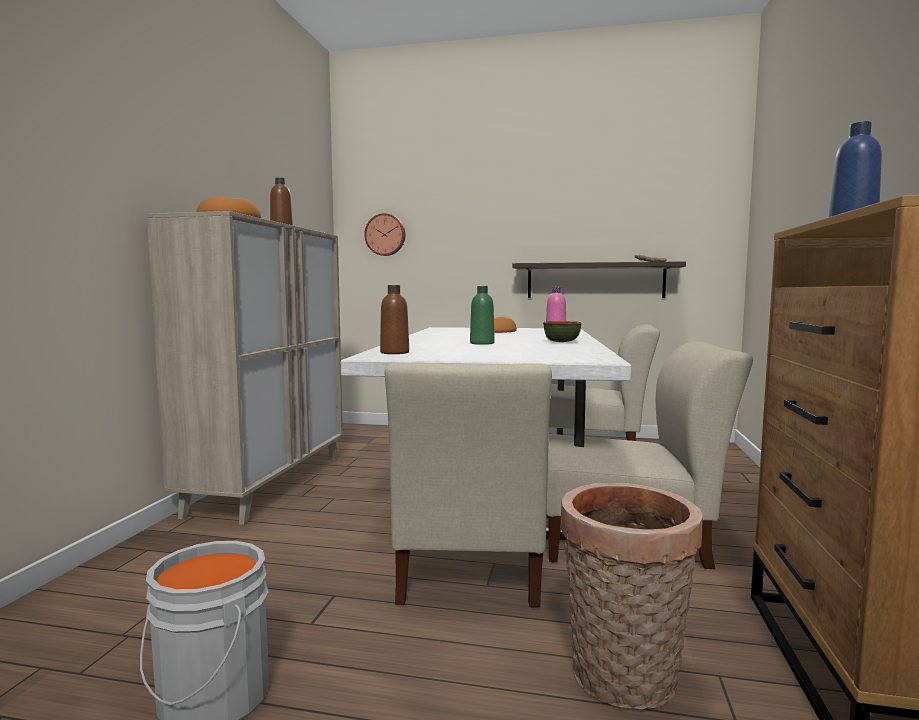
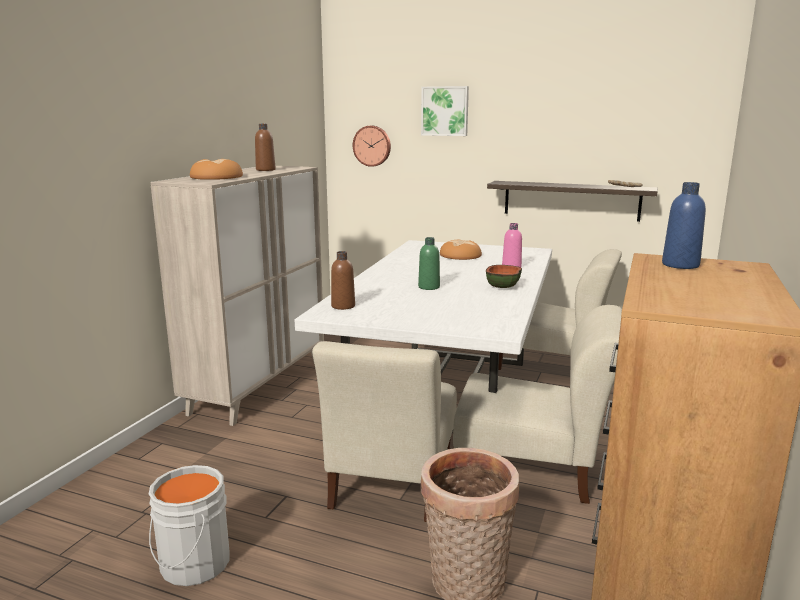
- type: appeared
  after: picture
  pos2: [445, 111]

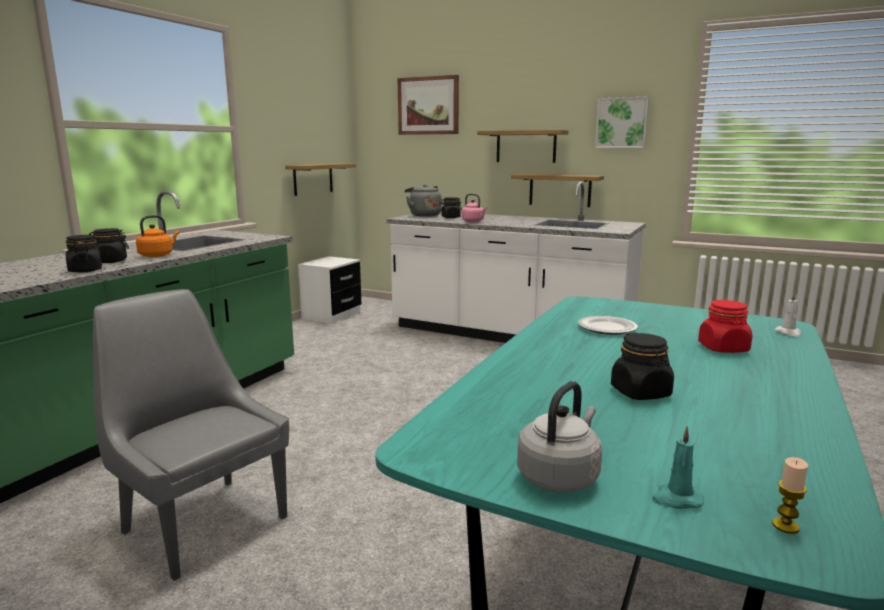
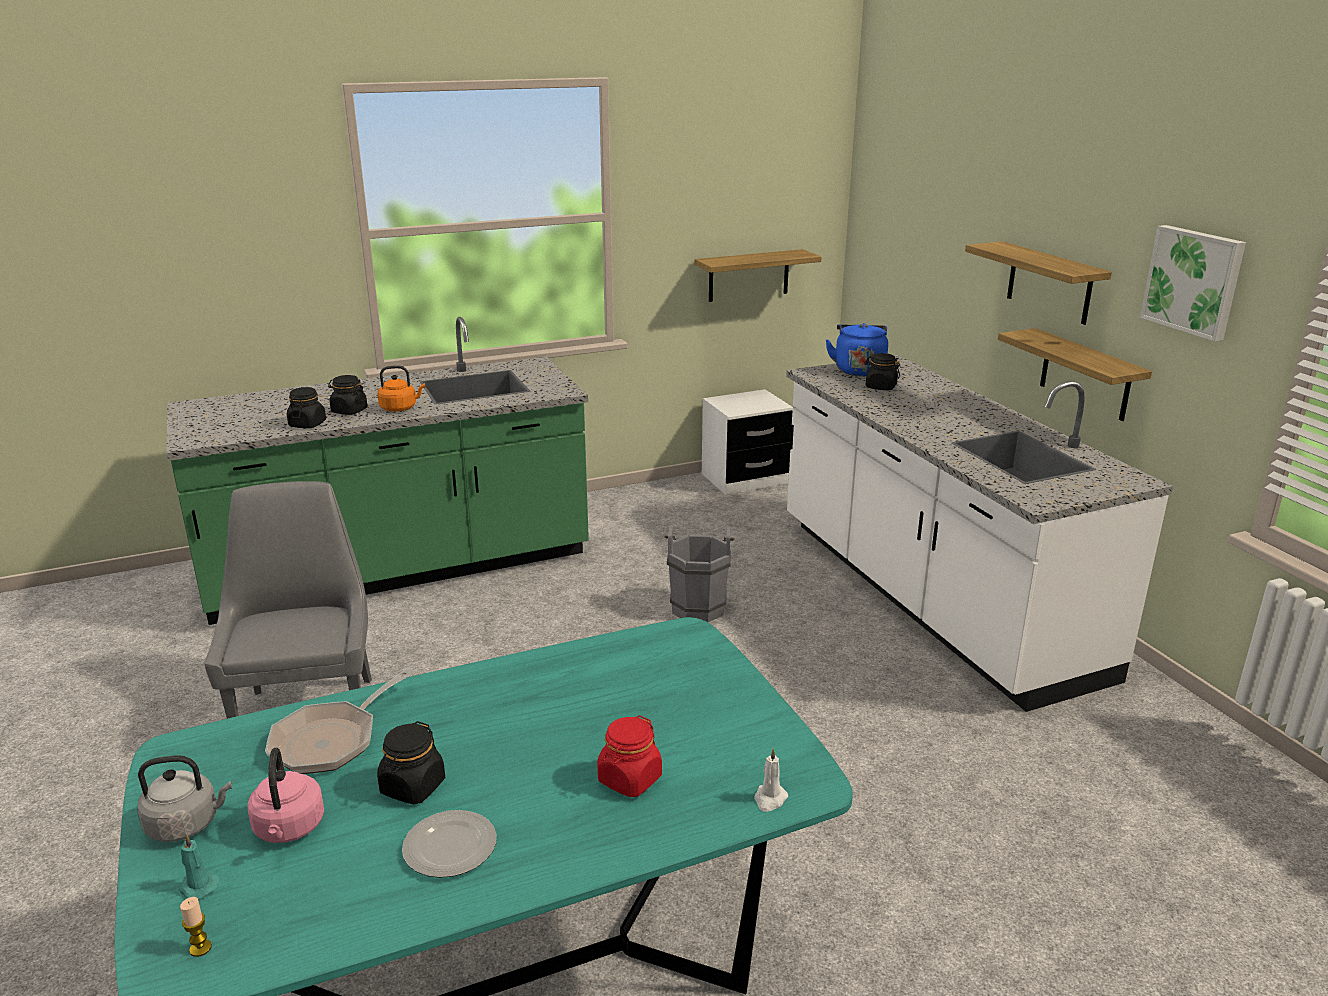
- type: relocated
  before: kettle/pink
  pos1: [474, 221]
  pos2: [289, 829]
- type: appeared
  after: frying pan
  pos2: [331, 740]
- type: relocated
  before: plate
  pos1: [606, 328]
  pos2: [449, 848]
- type: appeared
  after: bucket/grey
  pos2: [698, 606]
- type: colour
  before: kettle/grey
  after: kettle/blue
  pos1: [423, 215]
  pos2: [858, 370]
- type: missing
  before: picture
  pos1: [428, 105]

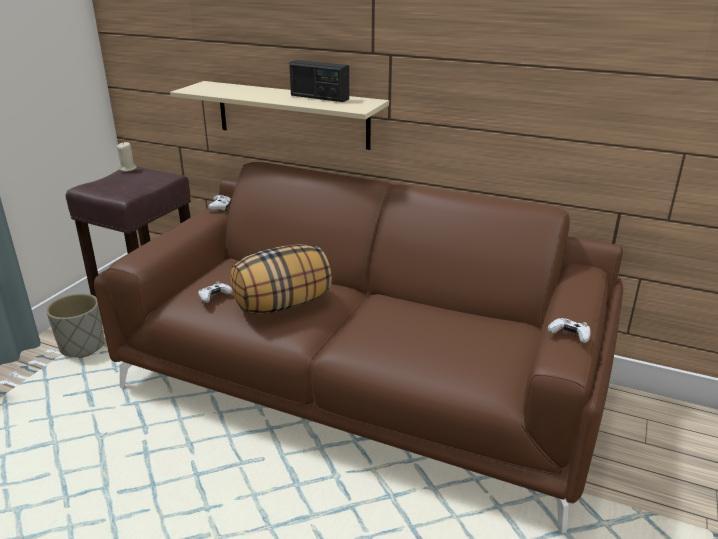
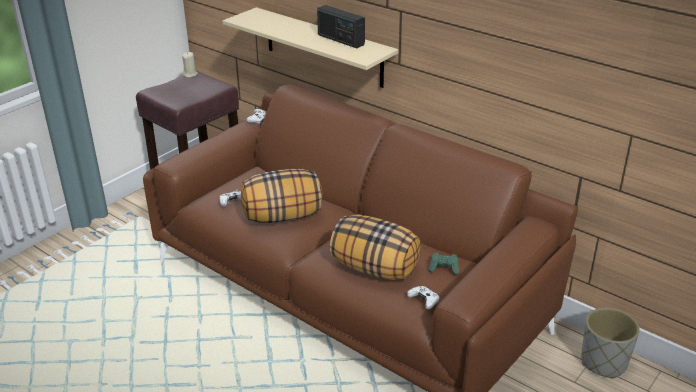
- type: appeared
  after: pillow
  pos2: [375, 268]
- type: relocated
  before: game controller/white
  pos1: [569, 335]
  pos2: [424, 301]
- type: appeared
  after: game controller/green
  pos2: [444, 268]
- type: relocated
  before: planter/grey
  pos1: [83, 346]
  pos2: [604, 362]

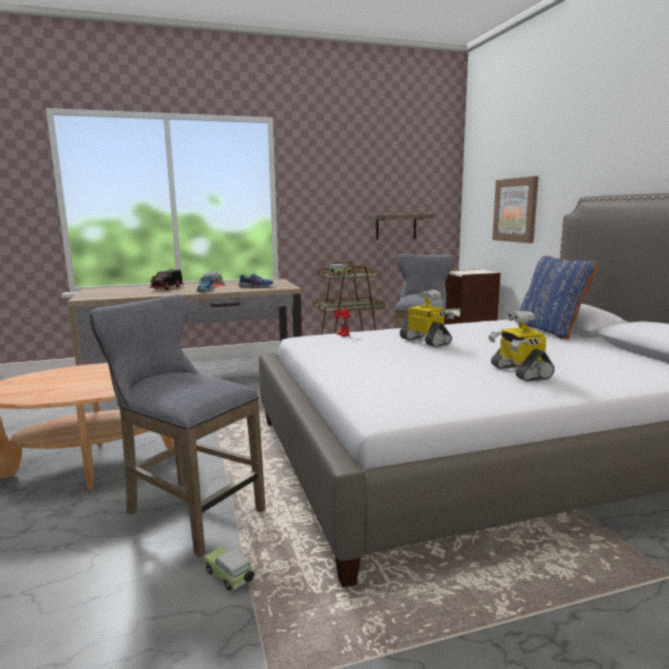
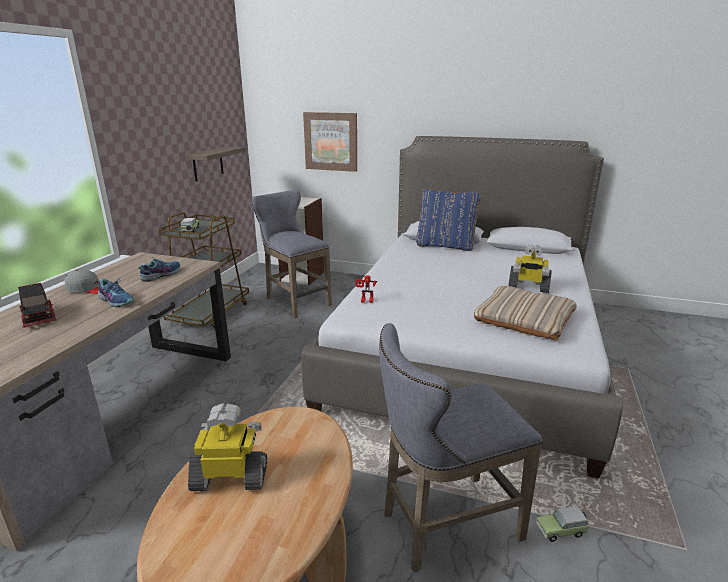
- type: relocated
  before: toy robot
  pos1: [426, 341]
  pos2: [231, 477]
- type: appeared
  after: pillow/beige
  pos2: [524, 318]

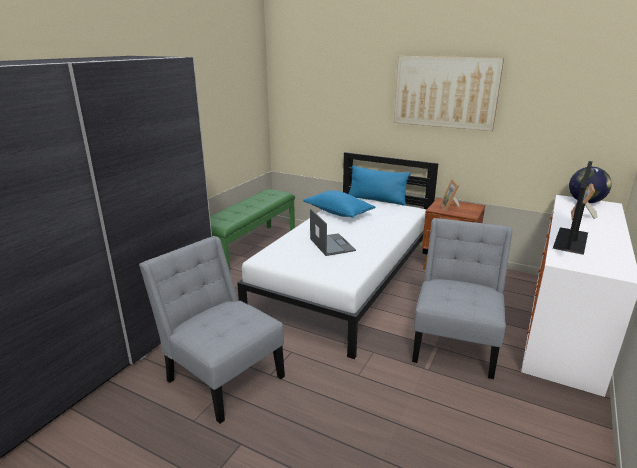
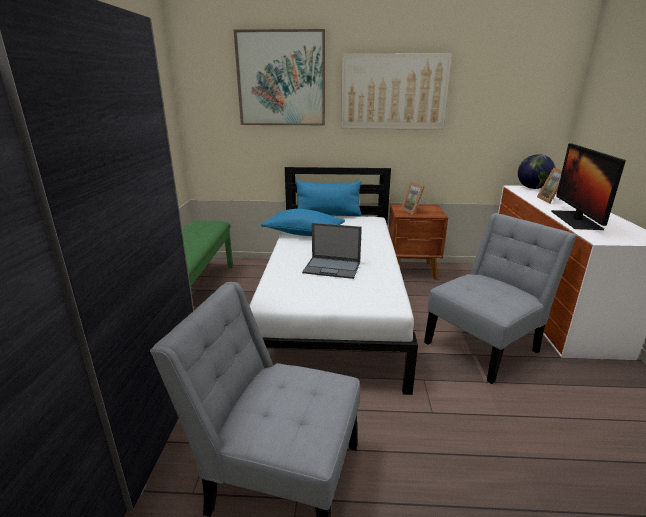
- type: appeared
  after: picture
  pos2: [281, 79]
- type: spun
  before: laptop
  pos1: [331, 244]
  pos2: [332, 268]
  turn: 150
- type: spun
  before: chair/grey
  pos1: [455, 342]
  pos2: [485, 345]
  turn: 60

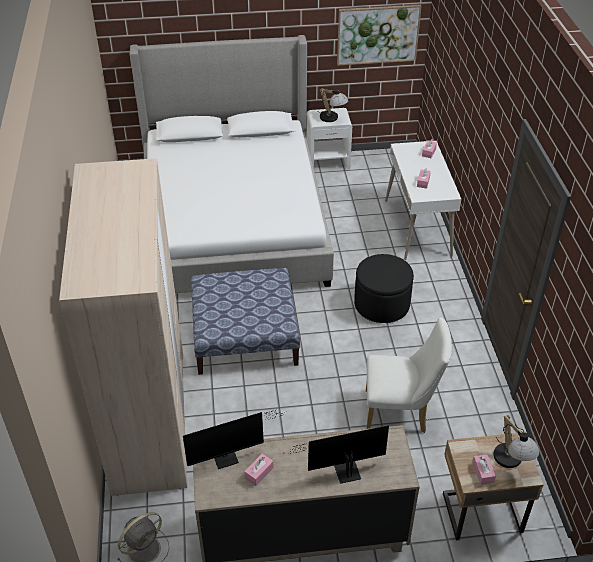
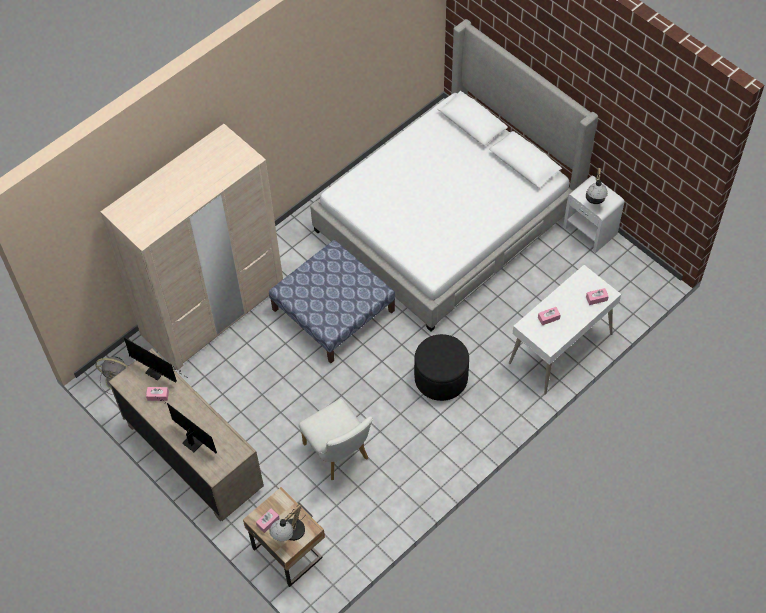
- type: missing
  before: picture
  pos1: [378, 34]

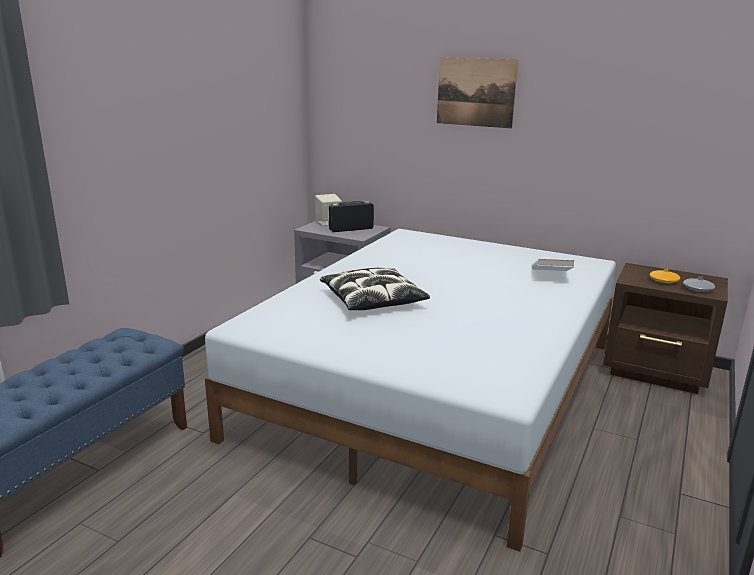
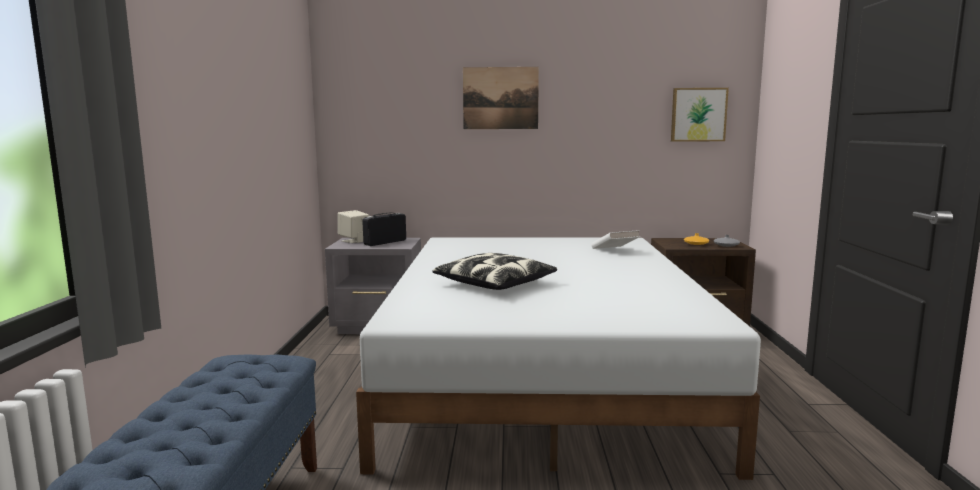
- type: appeared
  after: picture
  pos2: [698, 114]

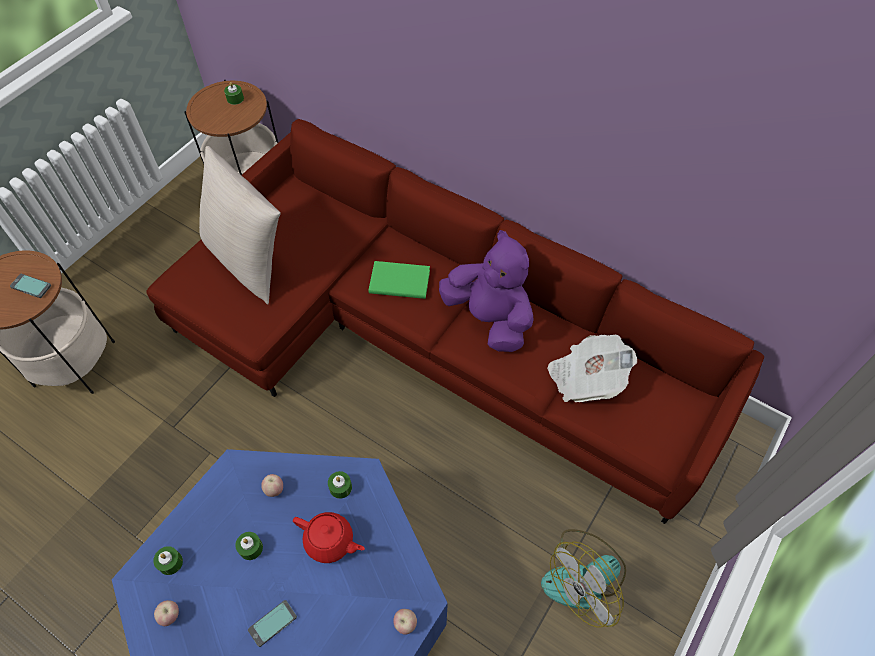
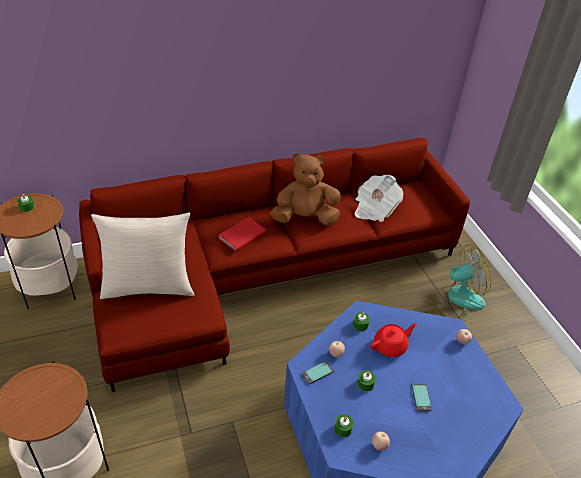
- type: colour
  before: book/green
  after: book/red
  pos1: [399, 280]
  pos2: [241, 235]
- type: colour
  before: plush toy/purple
  after: plush toy/brown
  pos1: [489, 318]
  pos2: [305, 218]
- type: relocated
  before: phone
  pos1: [31, 286]
  pos2: [317, 373]
- type: spun
  before: fan
  pos1: [585, 578]
  pos2: [457, 300]
  turn: -105

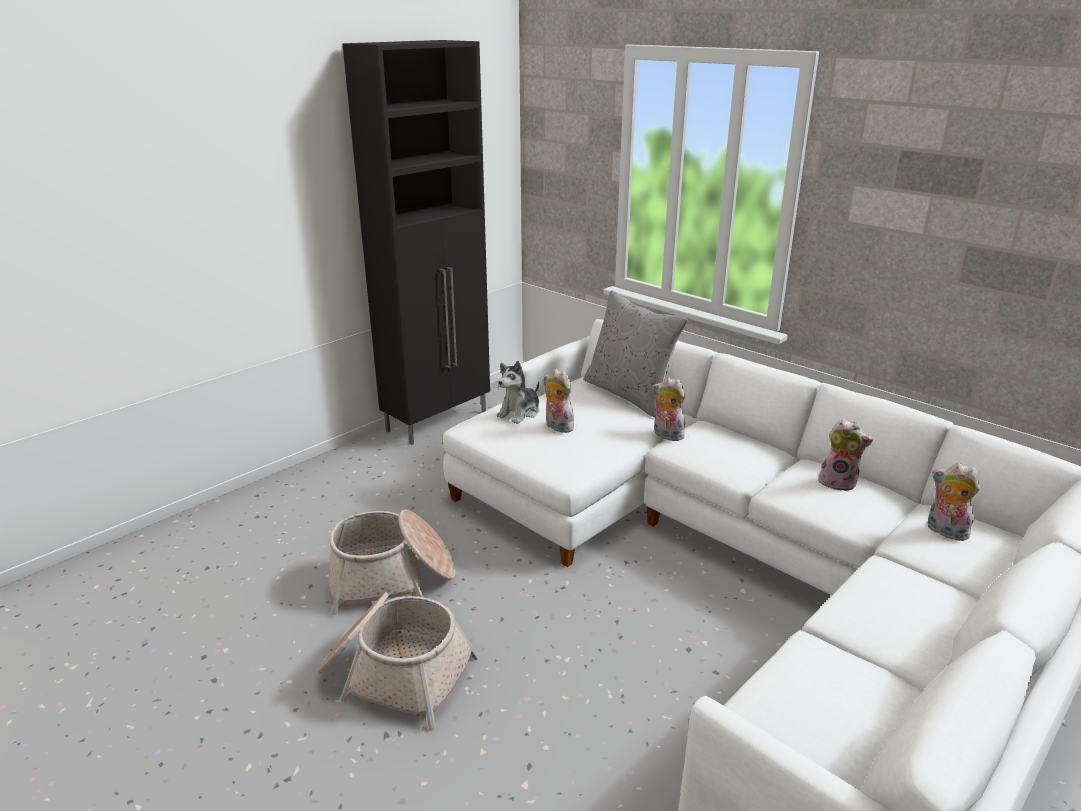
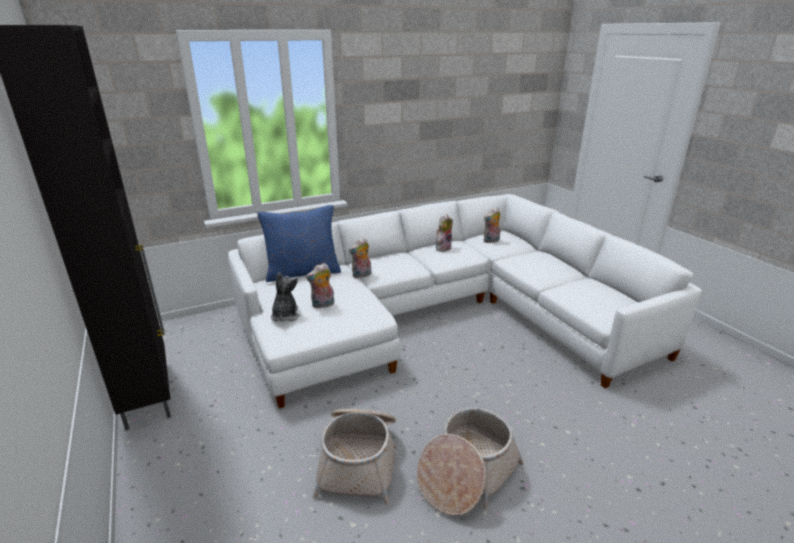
- type: colour
  before: pillow/grey
  after: pillow/blue
  pos1: [629, 394]
  pos2: [303, 272]
- type: spun
  before: plush toy
  pos1: [520, 413]
  pos2: [285, 316]
  turn: -150

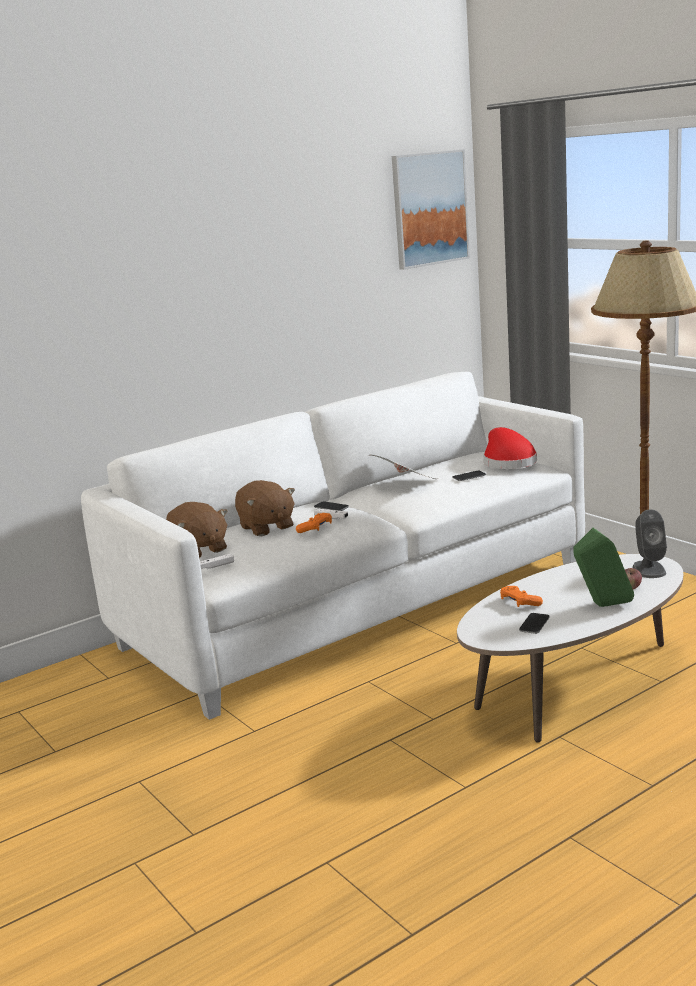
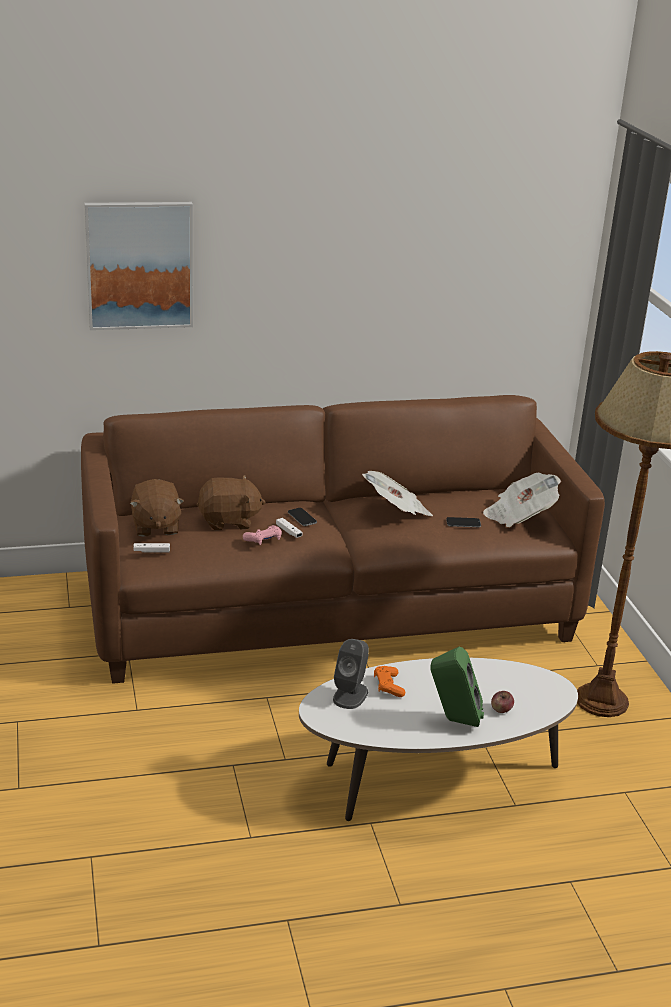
- type: colour
  before: sofa/white
  after: sofa/brown
  pos1: [358, 605]
  pos2: [330, 609]
- type: relocated
  before: picture
  pos1: [429, 209]
  pos2: [139, 265]
- type: spun
  before: plush toy/brown
  pos1: [266, 527]
  pos2: [229, 521]
  turn: -90
- type: colour
  before: game controller/orange
  after: game controller/pink
  pos1: [315, 528]
  pos2: [263, 540]
- type: relocated
  before: speaker/grey
  pos1: [649, 569]
  pos2: [350, 695]
- type: exchanged
  before: hat/red
  after: newspaper
  pos1: [507, 462]
  pos2: [519, 516]
- type: missing
  before: phone
  pos1: [534, 624]

